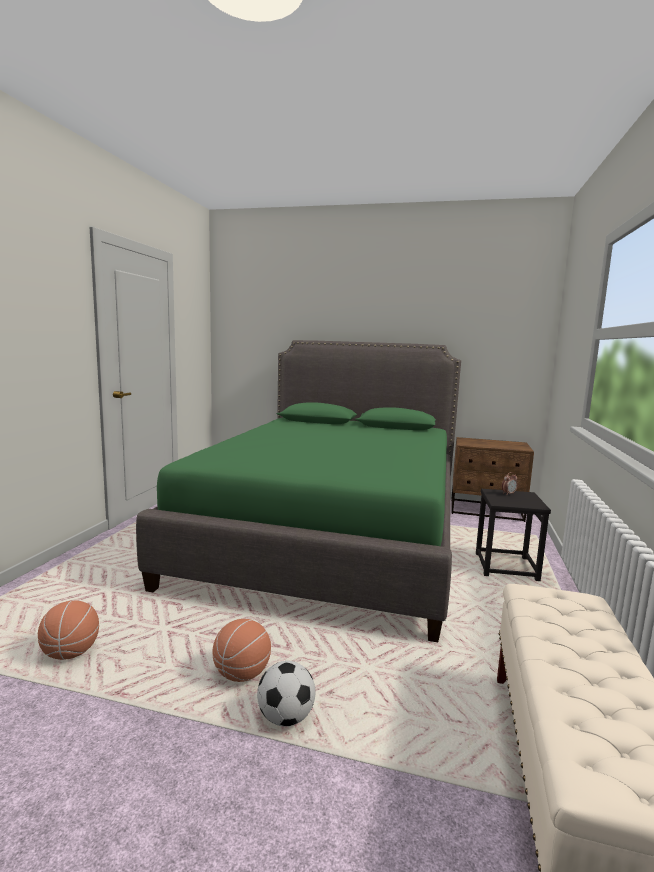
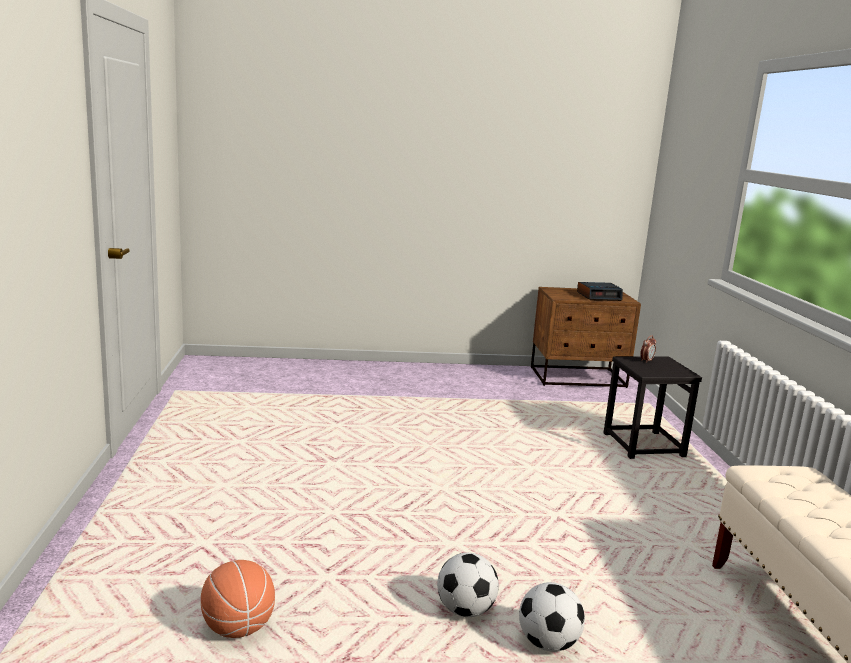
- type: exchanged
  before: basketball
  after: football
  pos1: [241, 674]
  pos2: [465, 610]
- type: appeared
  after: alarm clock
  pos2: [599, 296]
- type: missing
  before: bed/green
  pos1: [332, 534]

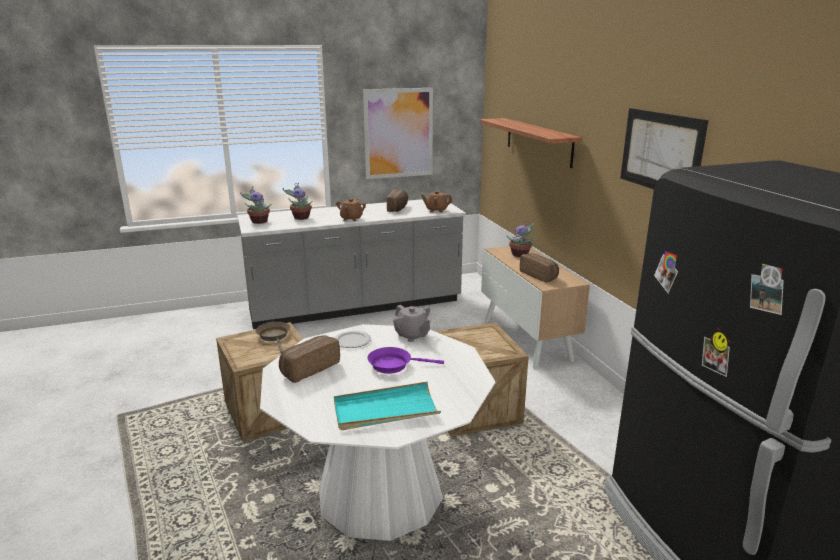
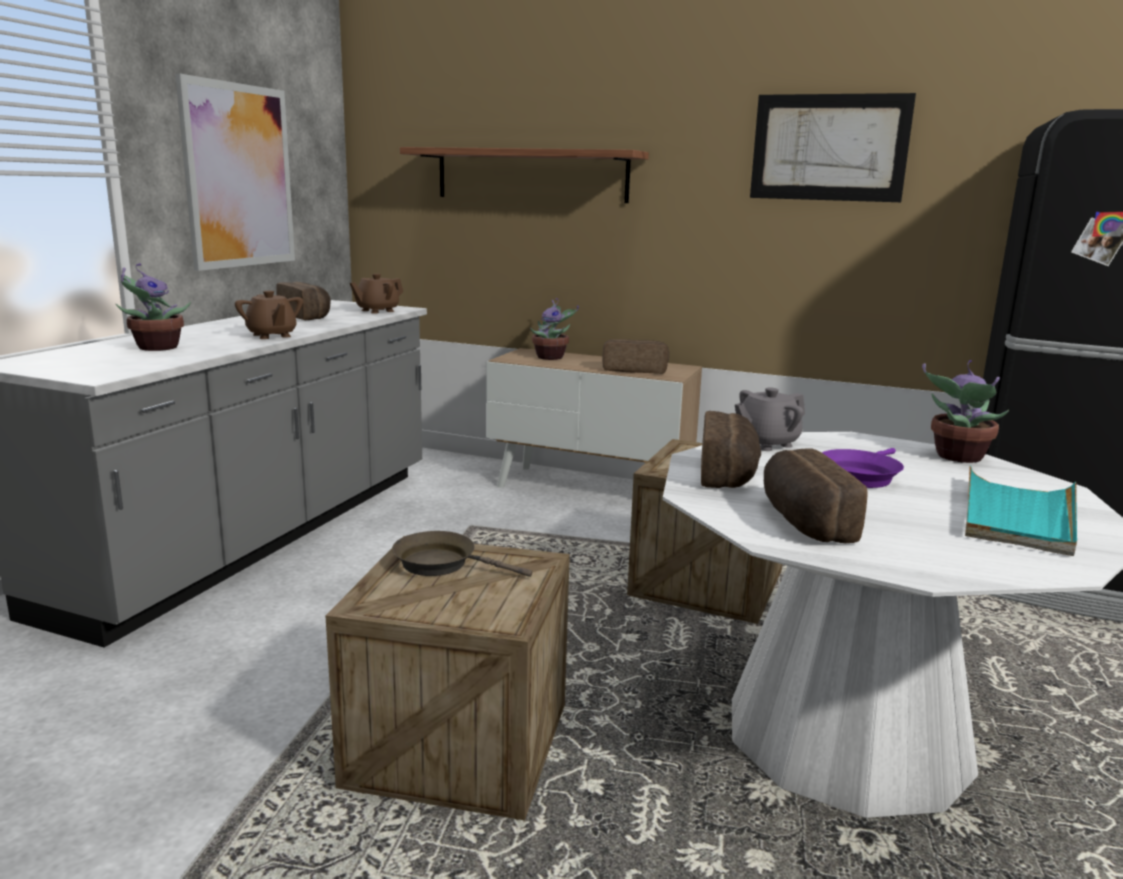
- type: exchanged
  before: plate
  after: bread
  pos1: [351, 341]
  pos2: [729, 474]
- type: spun
  before: teapot/grey
  pos1: [412, 335]
  pos2: [765, 443]
  turn: 150
- type: relocated
  before: potted plant
  pos1: [258, 221]
  pos2: [957, 457]

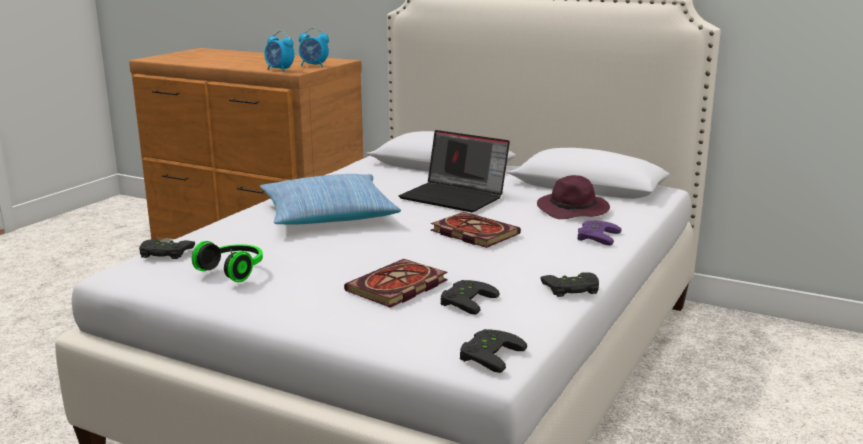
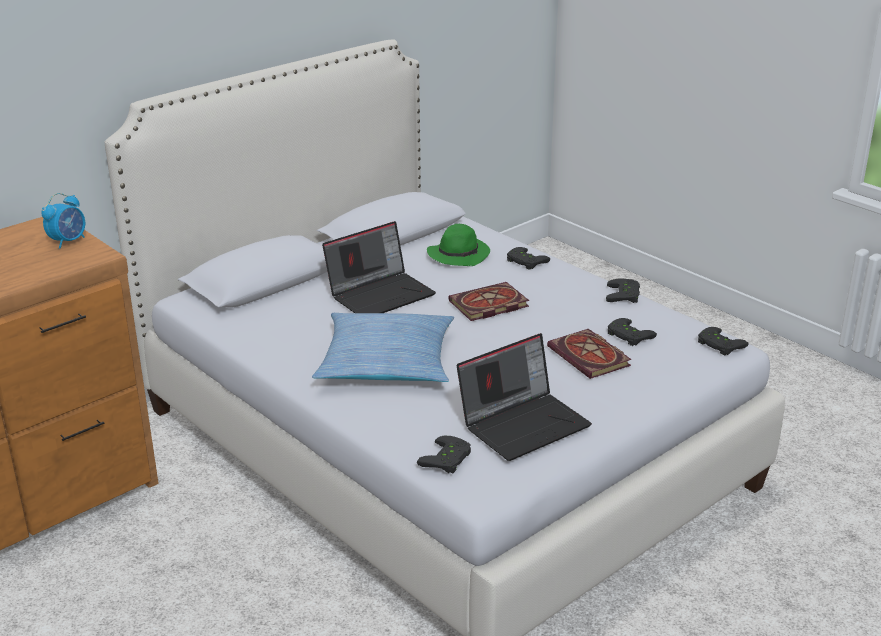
- type: colour
  before: hat/purple
  after: hat/green
  pos1: [573, 210]
  pos2: [459, 254]
- type: exchanged
  before: headphones
  after: laptop
  pos1: [234, 271]
  pos2: [524, 423]
- type: colour
  before: game controller/purple
  after: game controller/black
  pos1: [595, 236]
  pos2: [525, 261]
- type: missing
  before: alarm clock
  pos1: [280, 70]

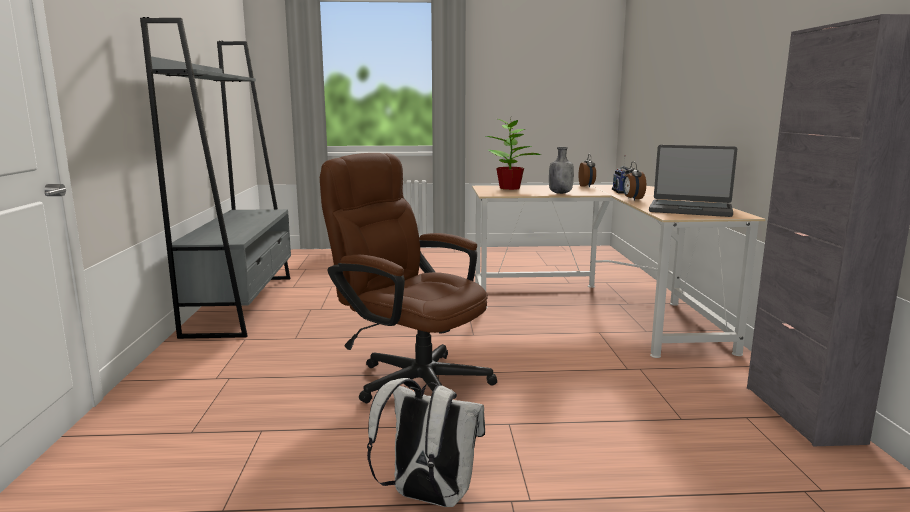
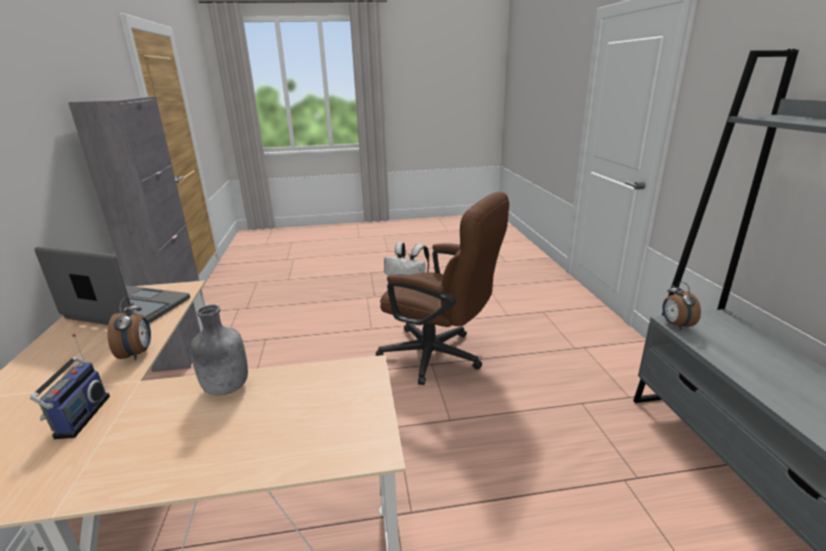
- type: relocated
  before: alarm clock
  pos1: [587, 186]
  pos2: [675, 325]
- type: missing
  before: potted plant
  pos1: [510, 188]

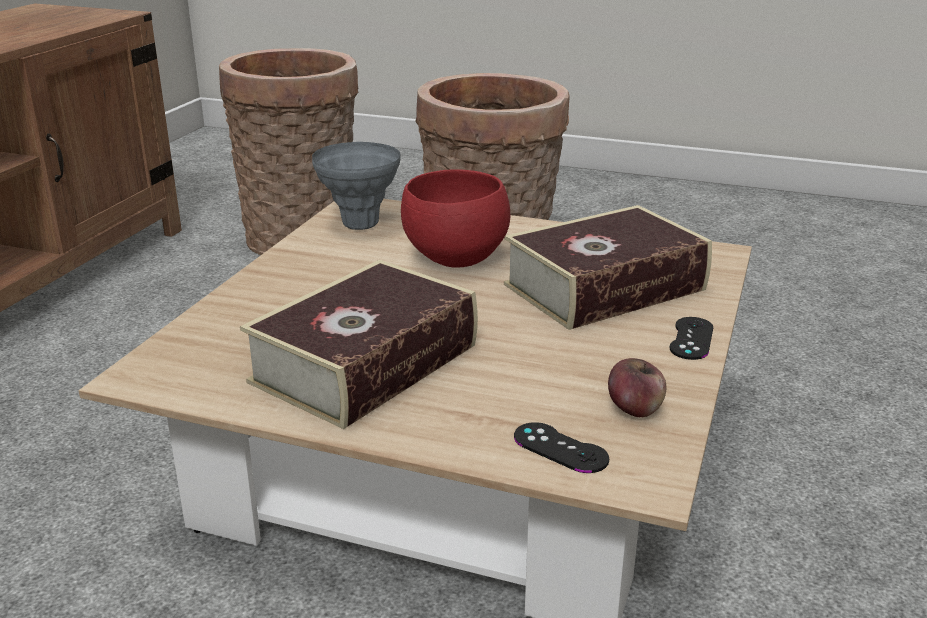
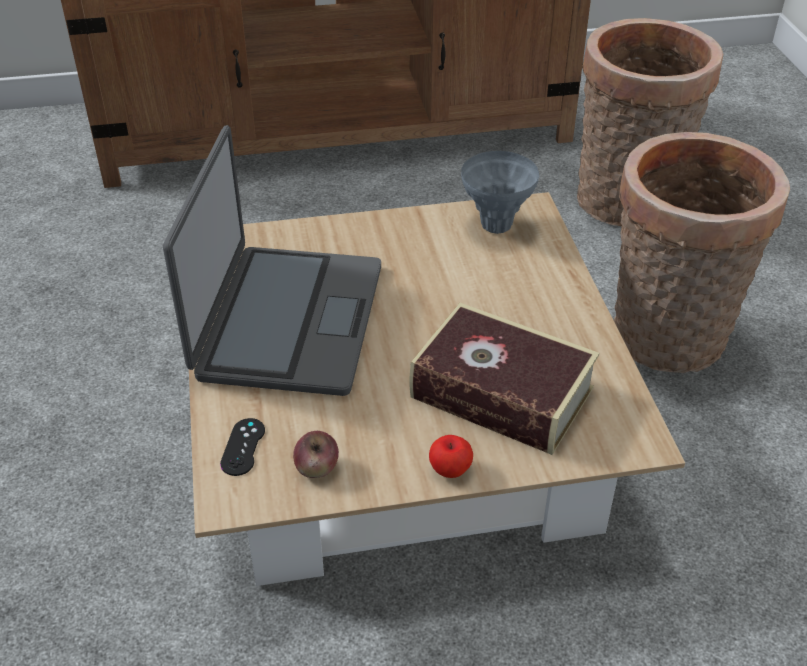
- type: exchanged
  before: book
  after: laptop
  pos1: [365, 363]
  pos2: [288, 321]
- type: exchanged
  before: game controller/black
  after: apple
  pos1: [691, 338]
  pos2: [450, 470]
- type: missing
  before: bowl/red
  pos1: [456, 259]

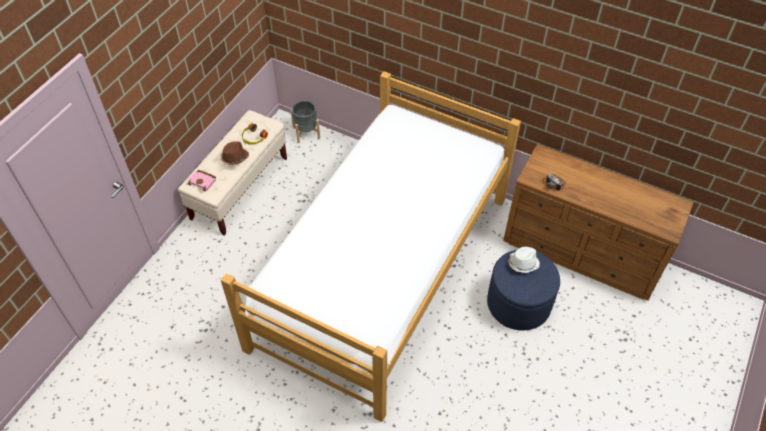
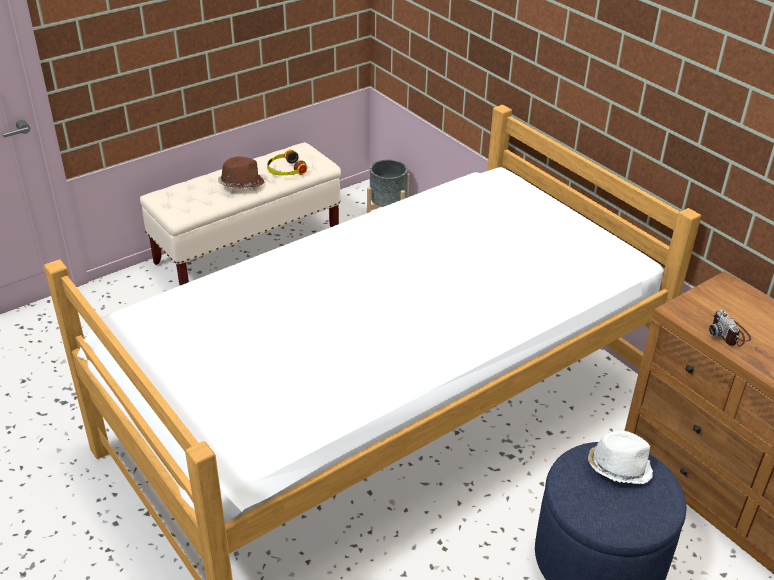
- type: missing
  before: book/pink
  pos1: [203, 181]

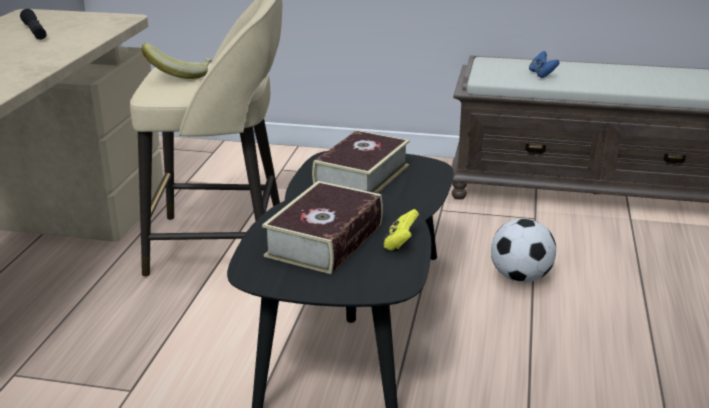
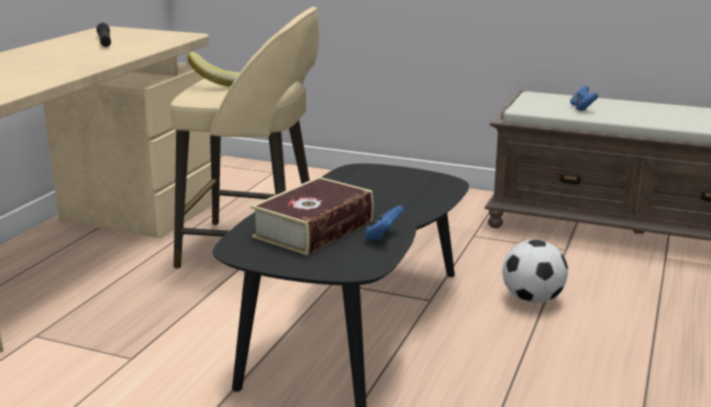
- type: colour
  before: game controller/yellow
  after: game controller/blue
  pos1: [400, 243]
  pos2: [383, 237]
- type: missing
  before: book
  pos1: [362, 176]

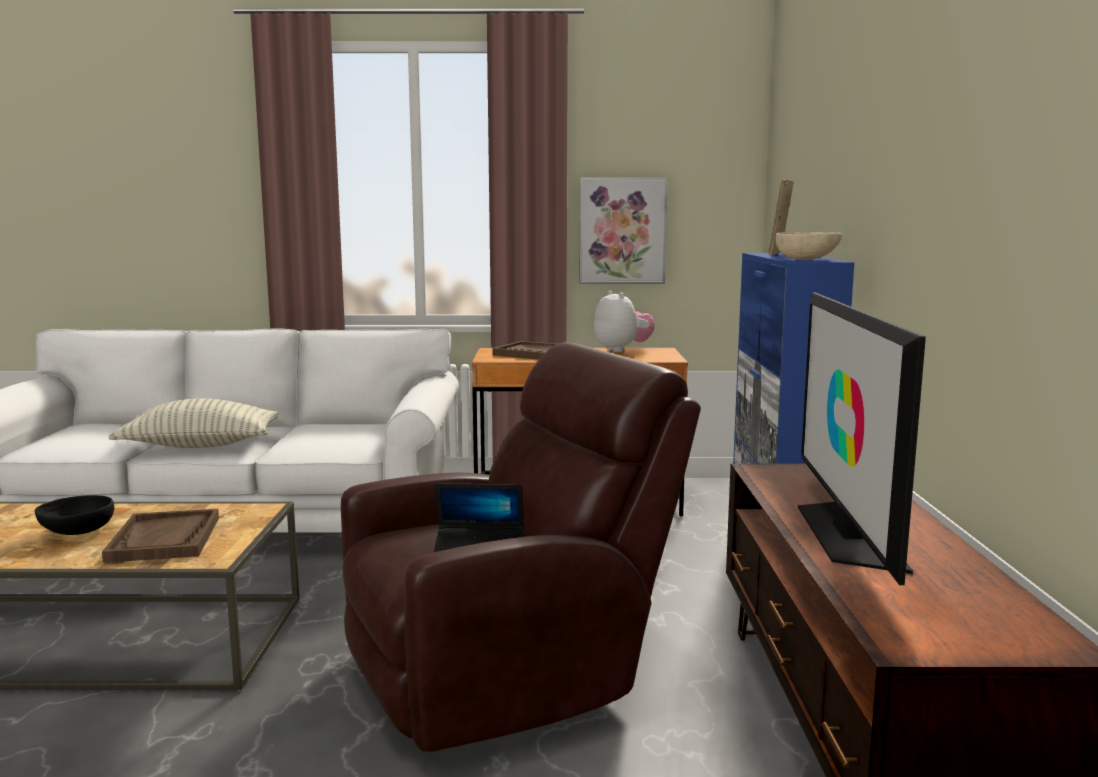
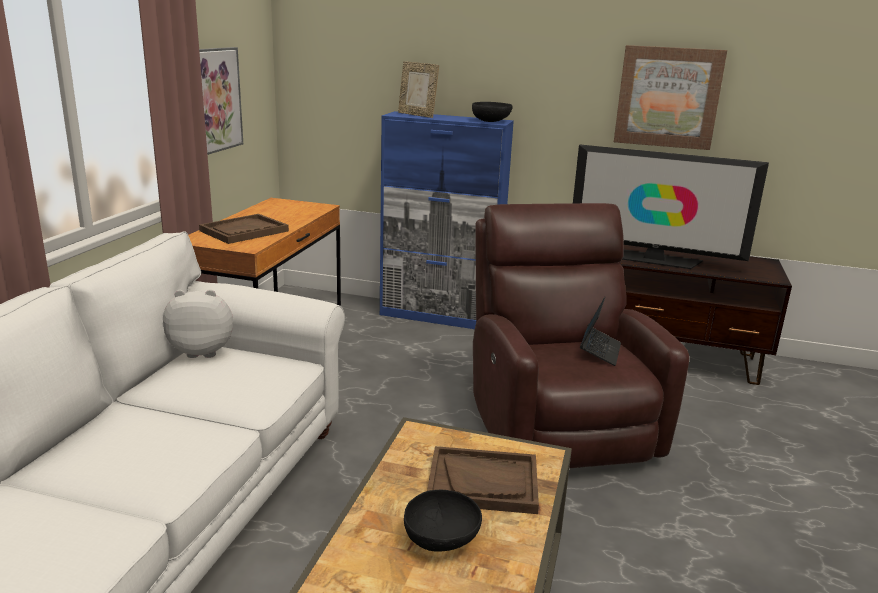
- type: relocated
  before: plush toy
  pos1: [622, 349]
  pos2: [203, 351]
- type: colour
  before: bowl/beige
  after: bowl/black
  pos1: [807, 260]
  pos2: [491, 121]
- type: appeared
  after: picture
  pos2: [668, 97]
- type: missing
  before: pillow
  pos1: [200, 445]

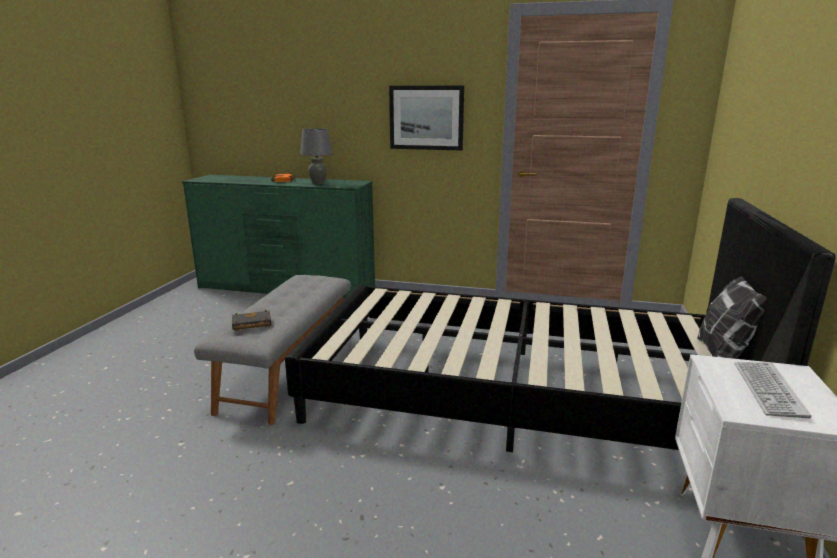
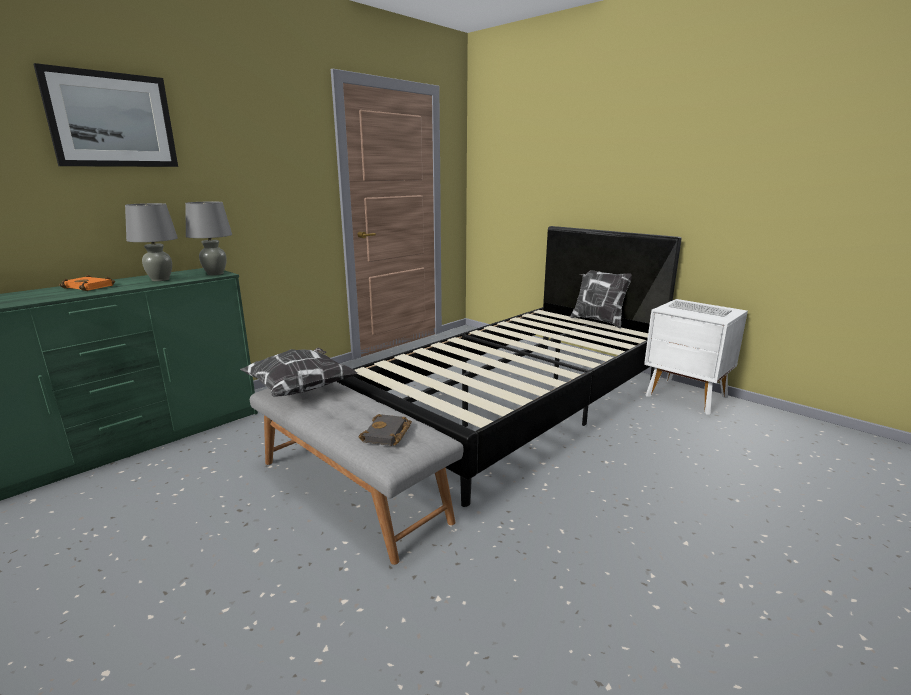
- type: relocated
  before: picture
  pos1: [426, 118]
  pos2: [112, 120]
- type: appeared
  after: table lamp/grey
  pos2: [215, 273]
- type: appeared
  after: pillow
  pos2: [301, 389]

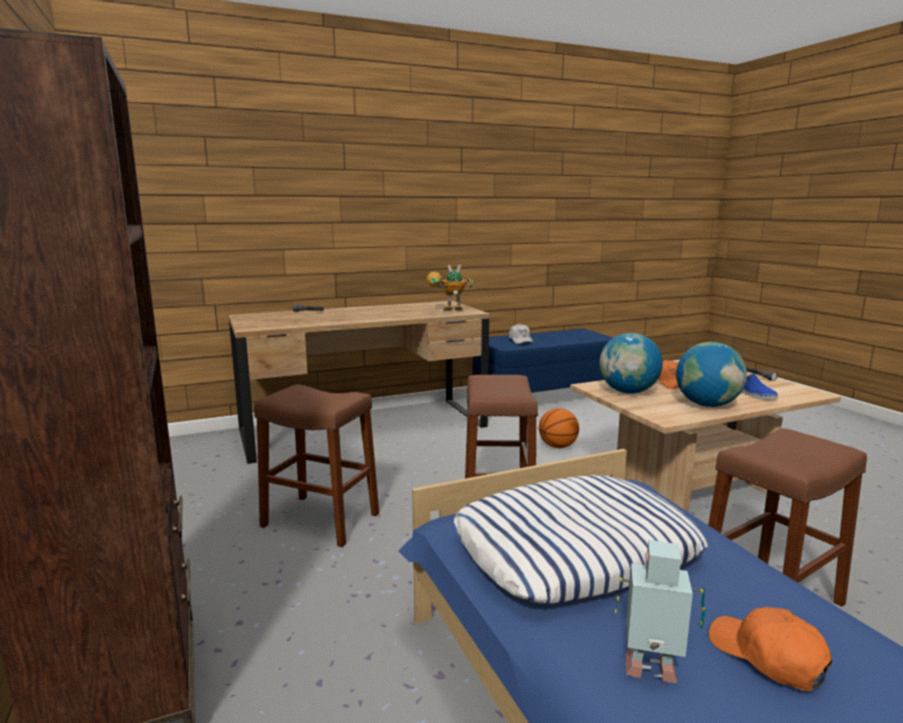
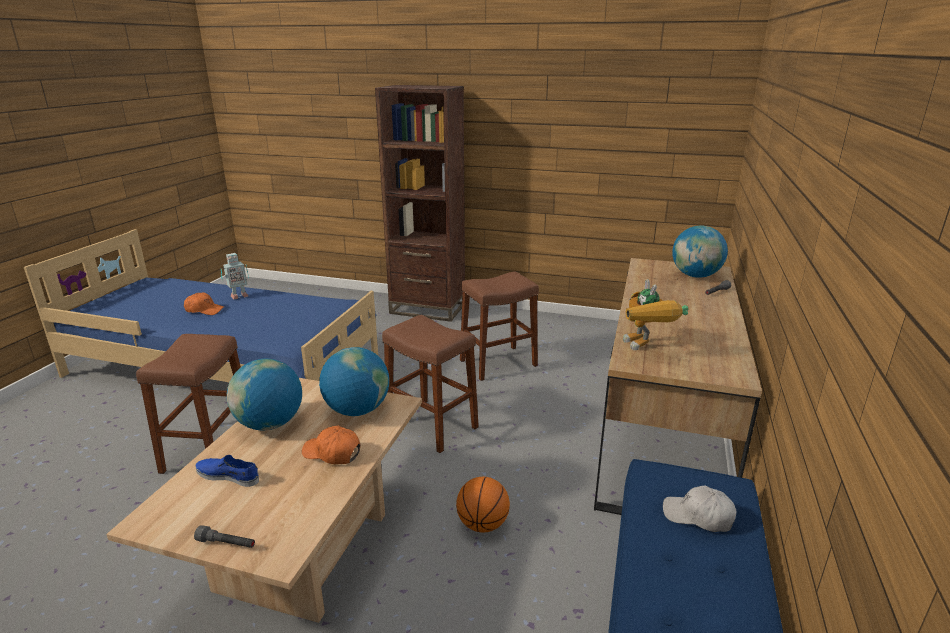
- type: spun
  before: toy robot
  pos1: [446, 312]
  pos2: [645, 348]
  turn: 135
- type: appeared
  after: globe
  pos2: [695, 276]
- type: missing
  before: pillow
  pos1: [574, 550]

